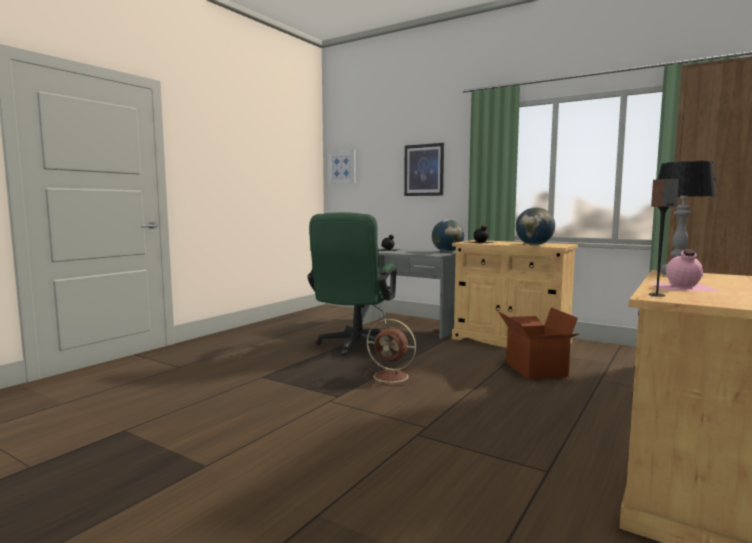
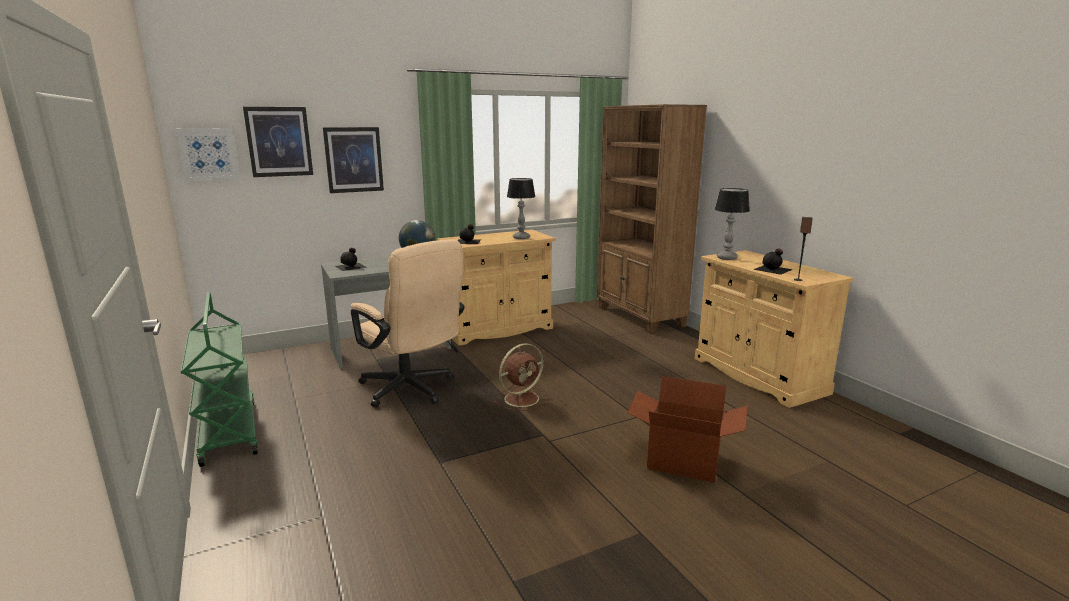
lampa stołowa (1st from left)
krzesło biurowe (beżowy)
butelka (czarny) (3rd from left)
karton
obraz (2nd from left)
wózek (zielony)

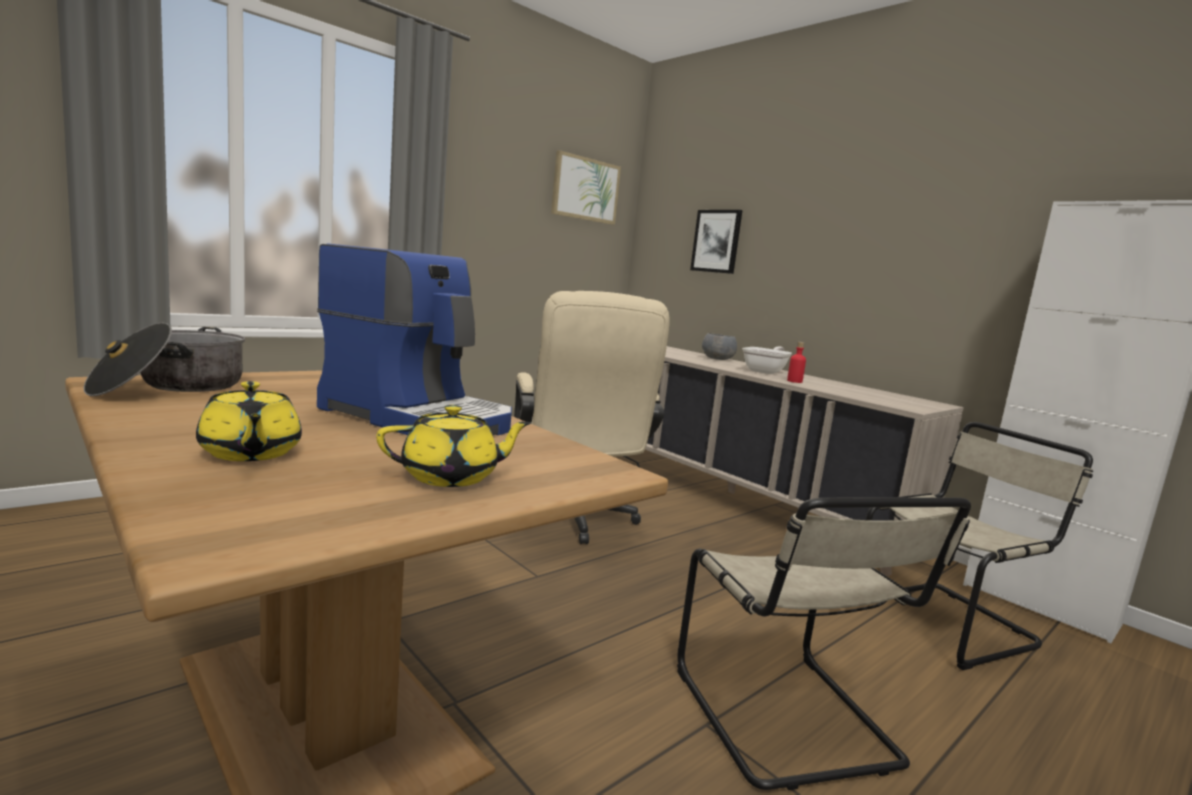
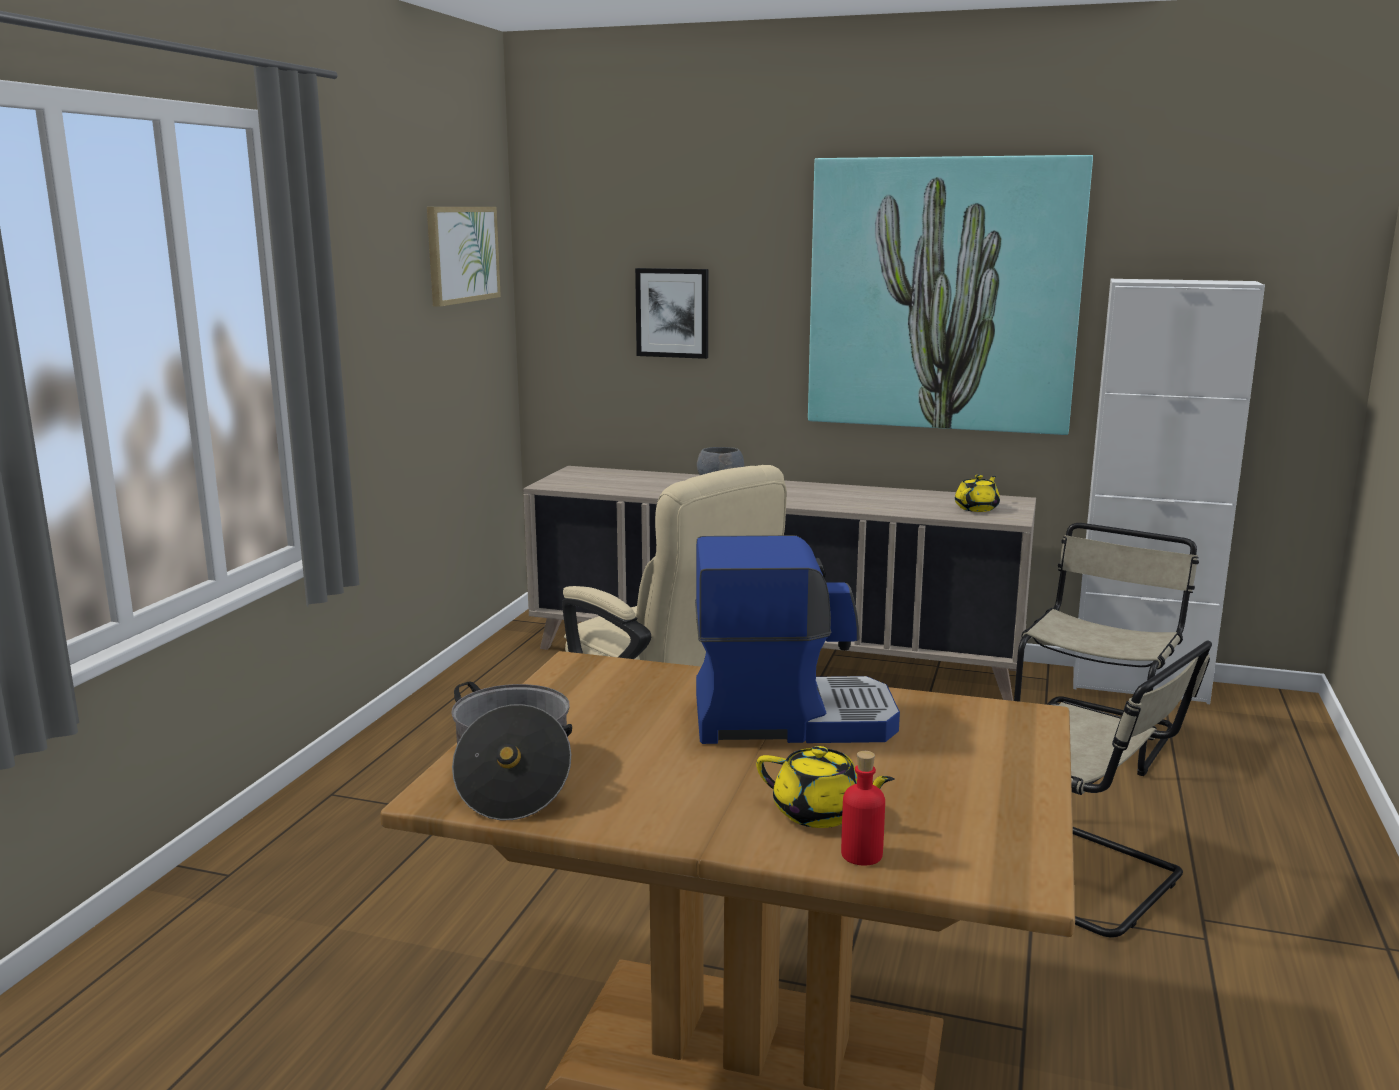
butelka (czerwony)
patelnia
imbryk (żółty) (2nd from left)
obraz (3rd from left)

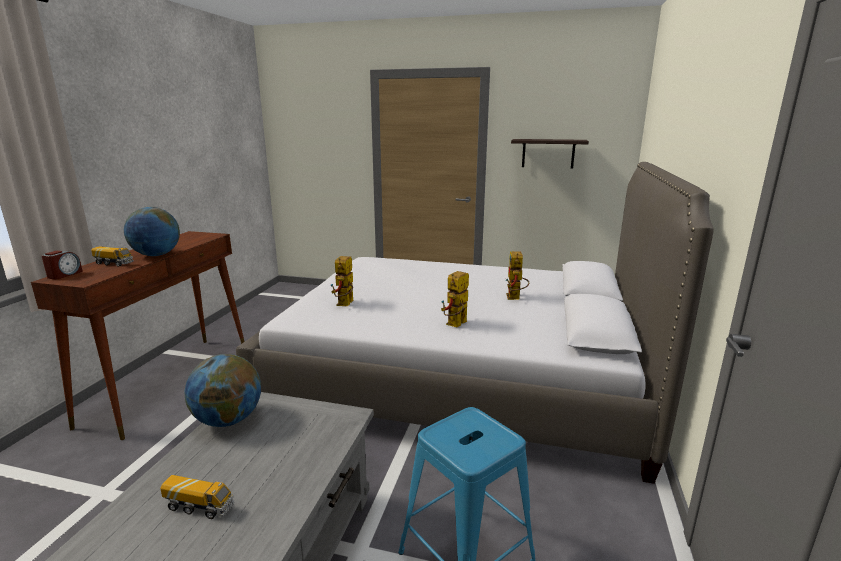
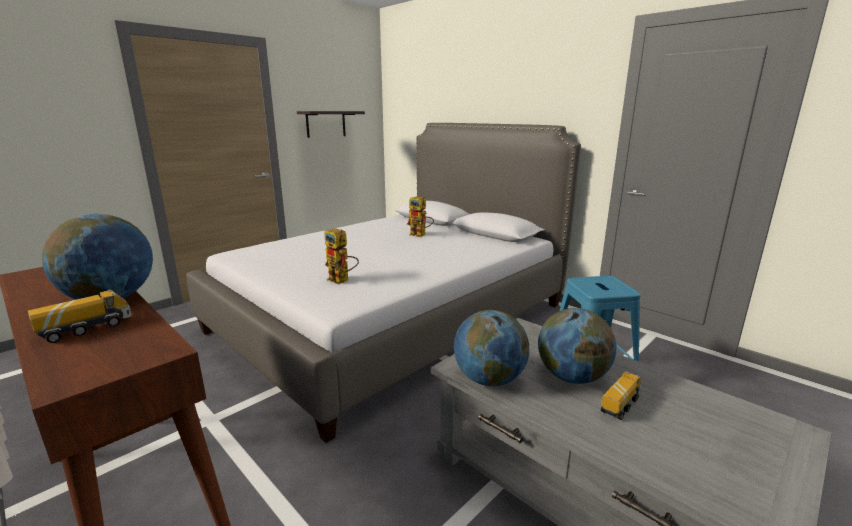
budzik
robot zabawkowy (2nd from left in the first image)
globus (3rd from left)

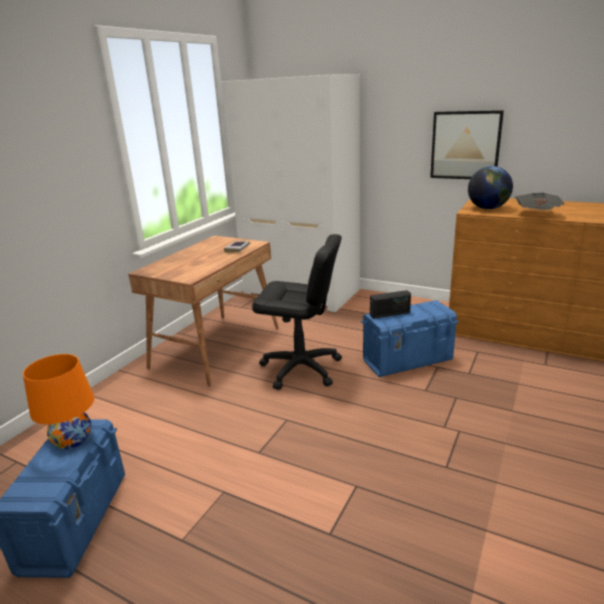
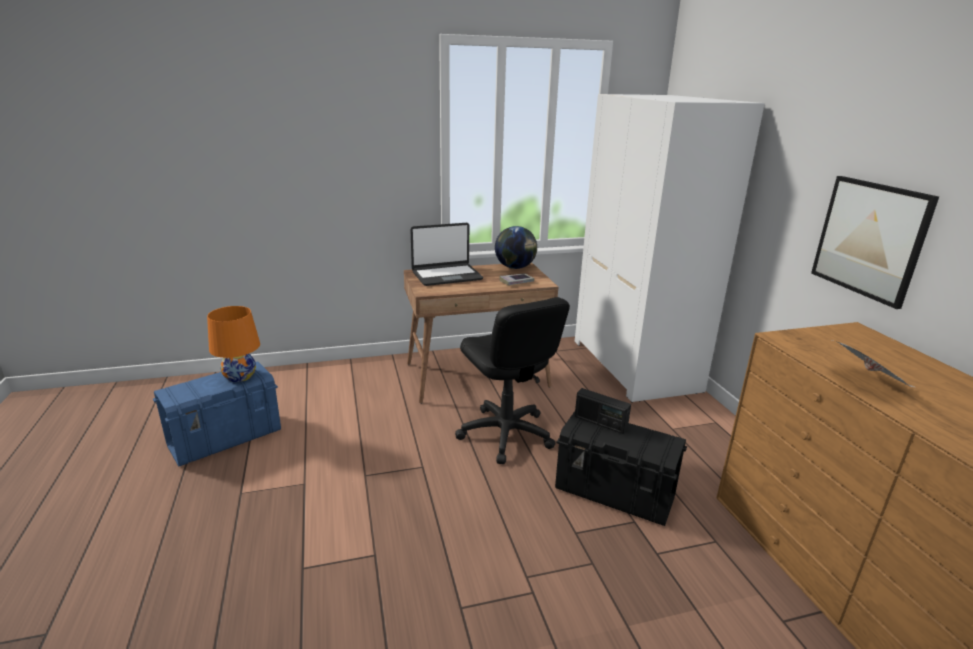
globus
pojemnik do przechowywania (czarny)
laptop

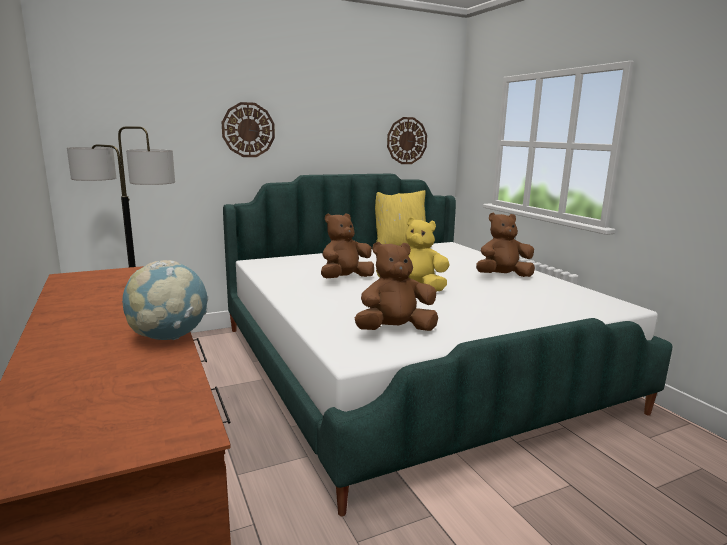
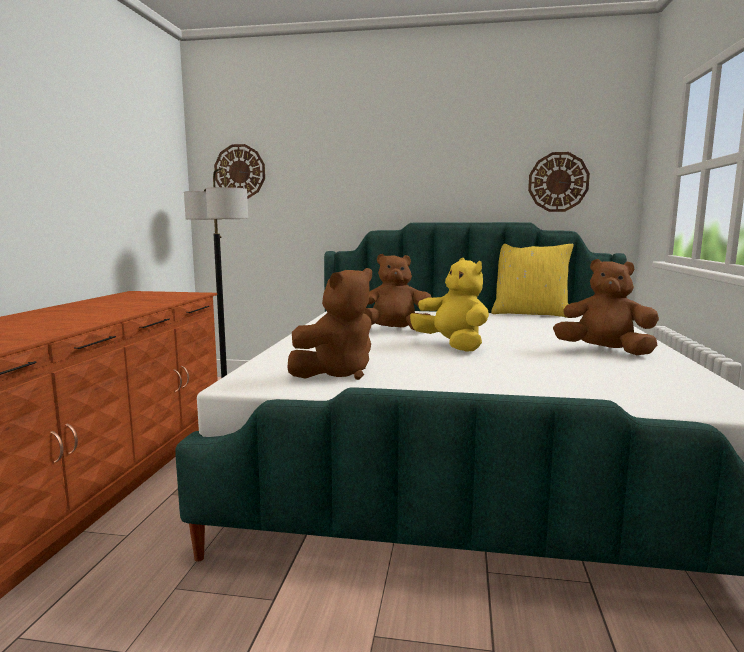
zegar ścienny (1st from left)
pluszak (brązowy) (1st from left)
globus

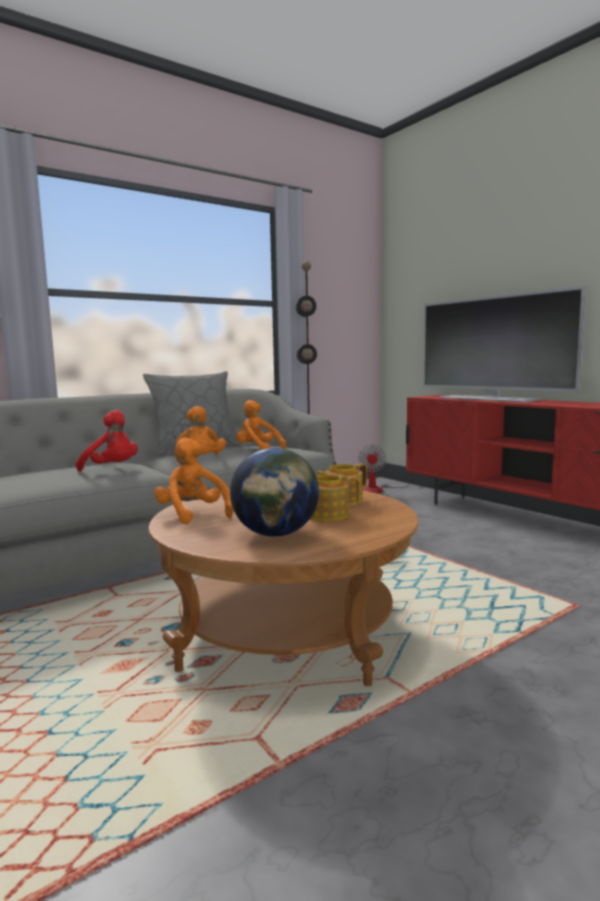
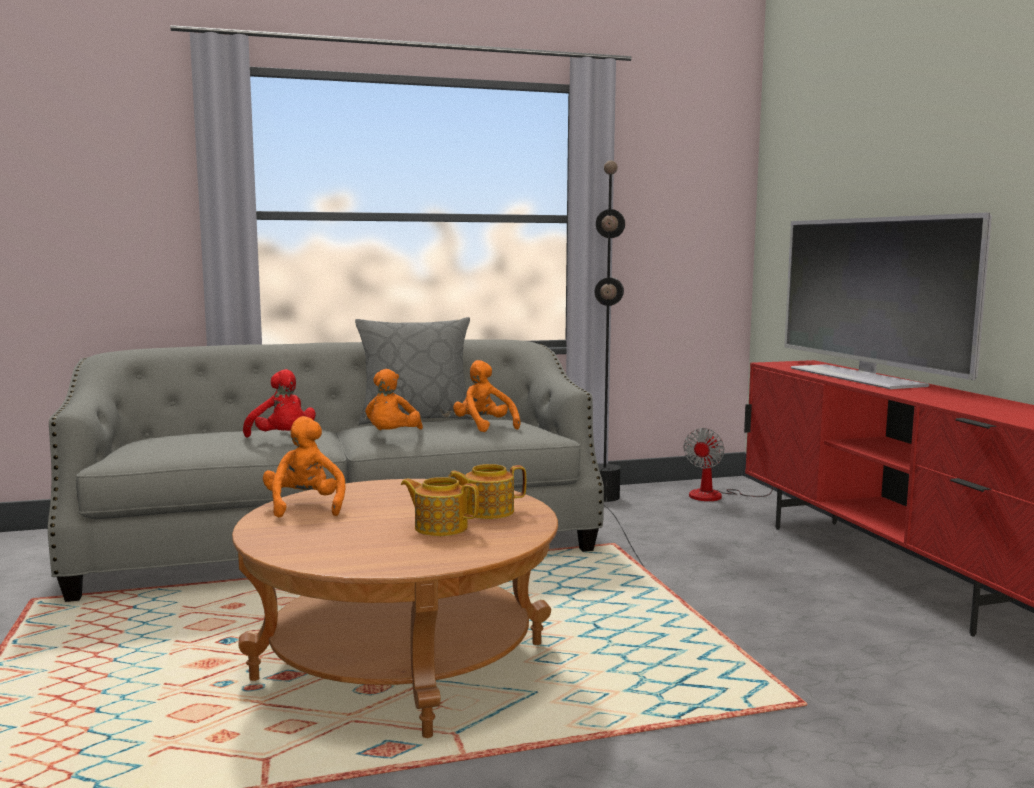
globus

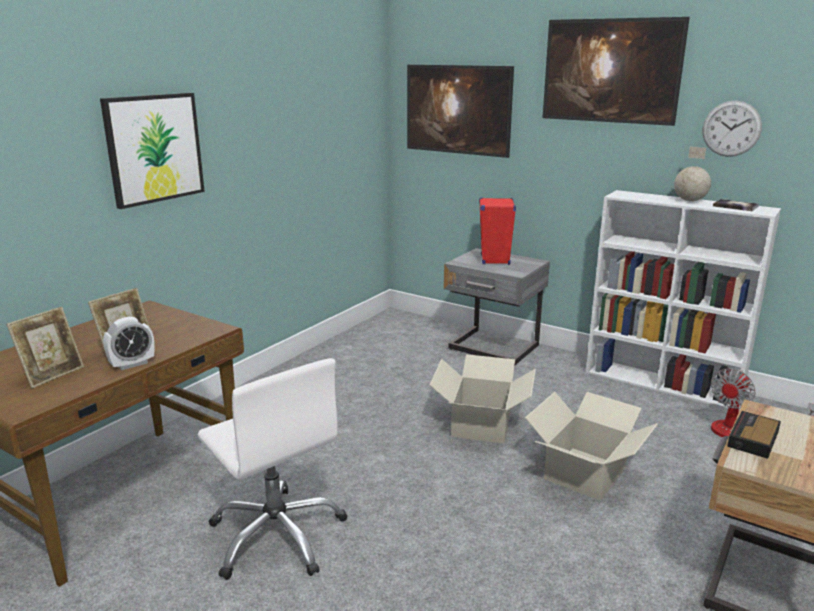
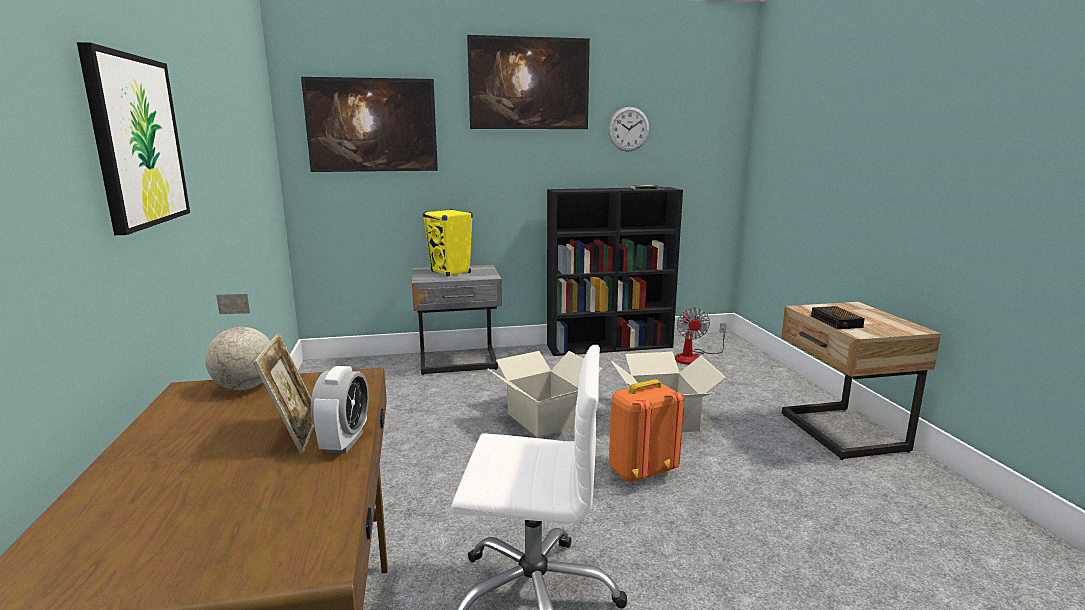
globus
regał (czarny)
głośnik (żółty)
ramka na zdjęcie (1st from left in the first image)
plecak (pomarańczowy)

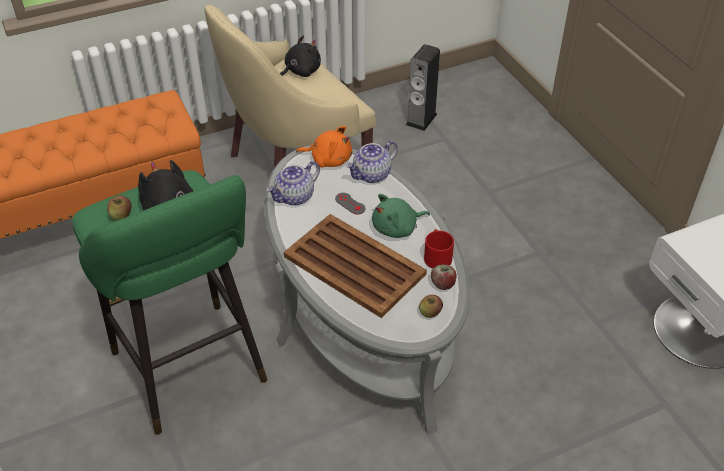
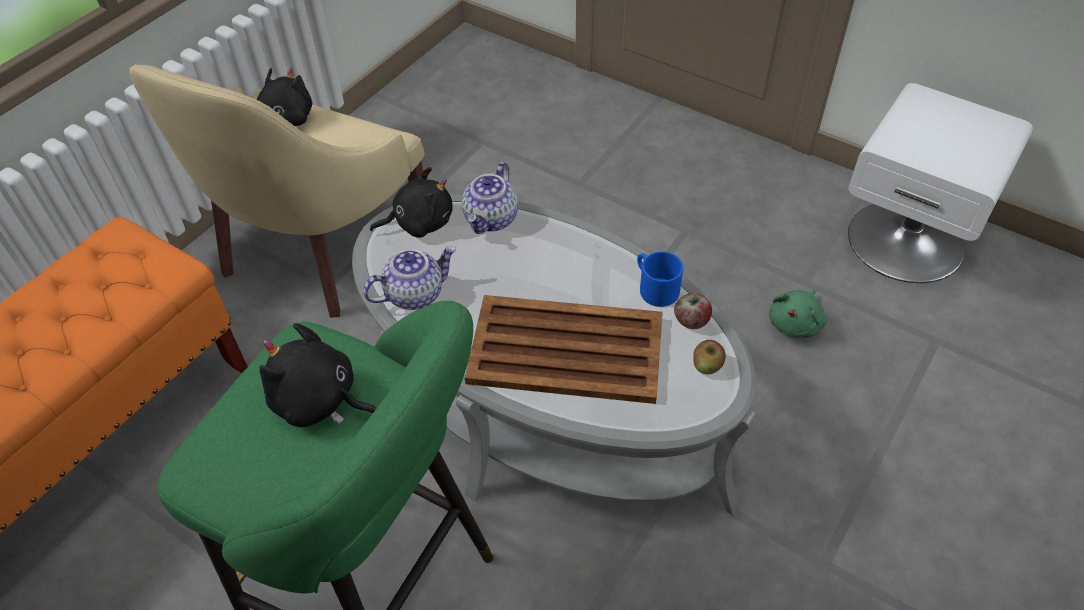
głośnik
pluszak (czarny) (3rd from left)
imbryk (1st from left)
pad do gier (szary)
pluszak (zielony)
jabłko (1st from left in the first image)
kubek (niebieski)

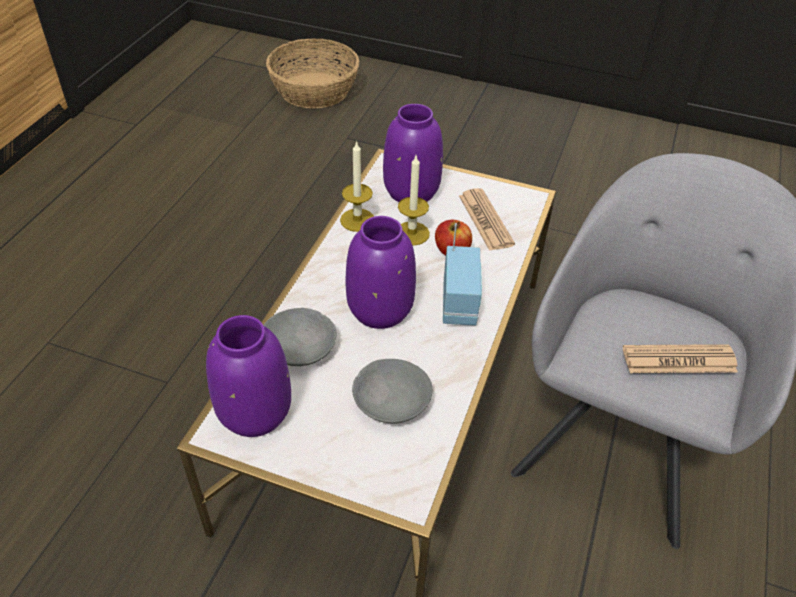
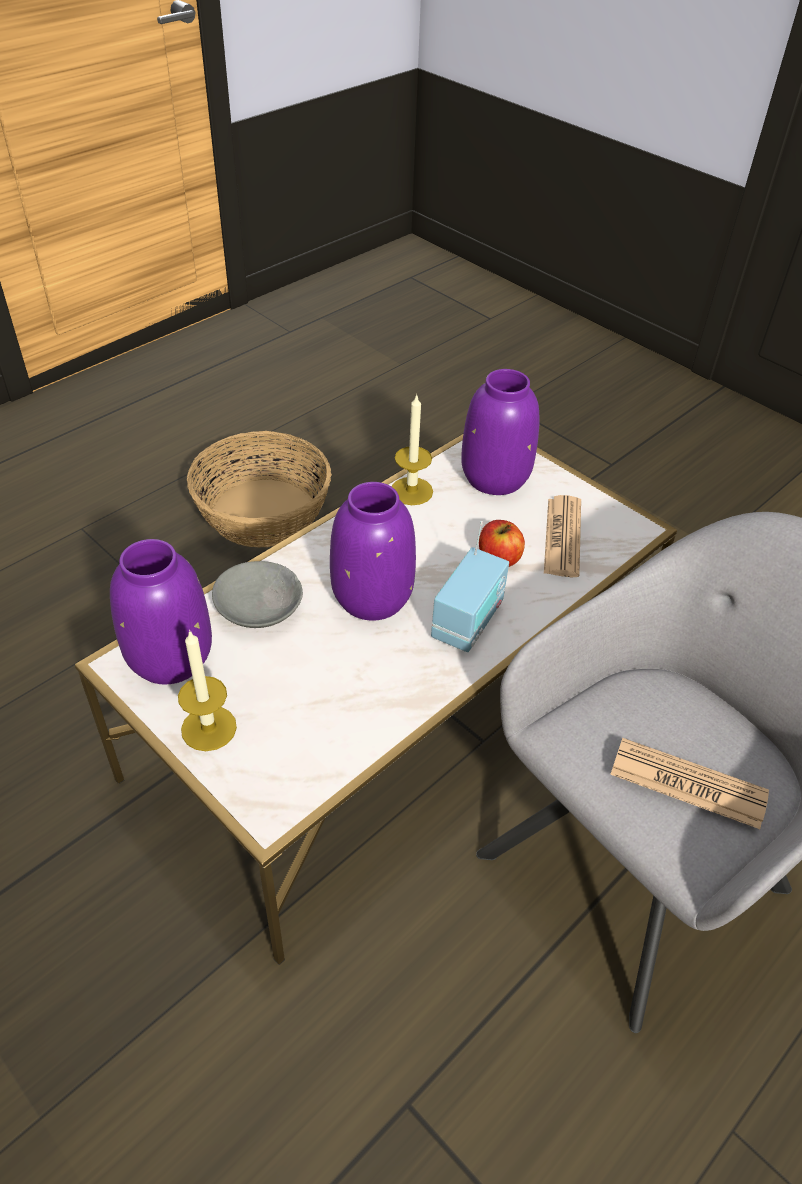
koszyk
świeca (1st from left)
miska (szary) (2nd from left in the first image)

